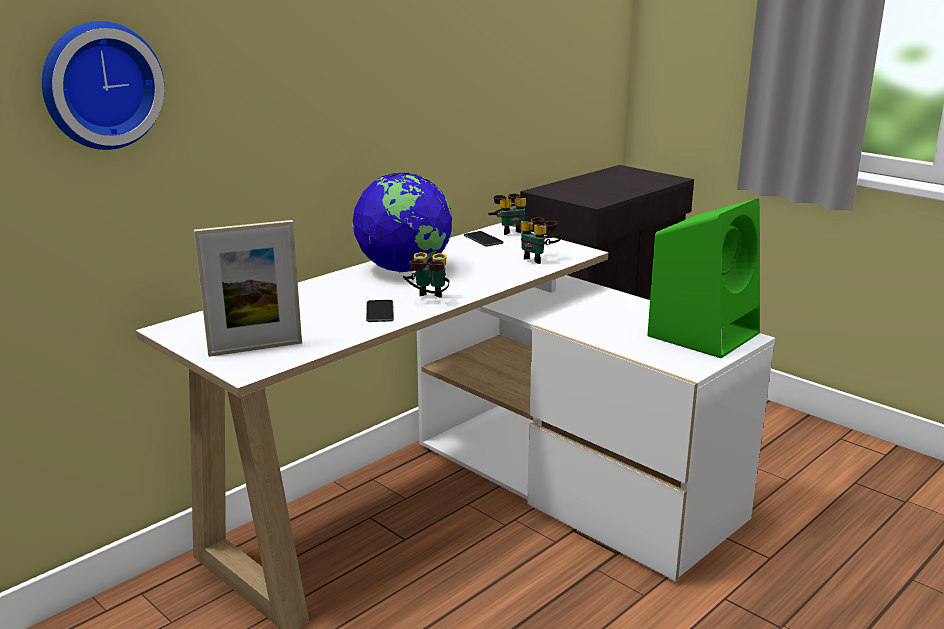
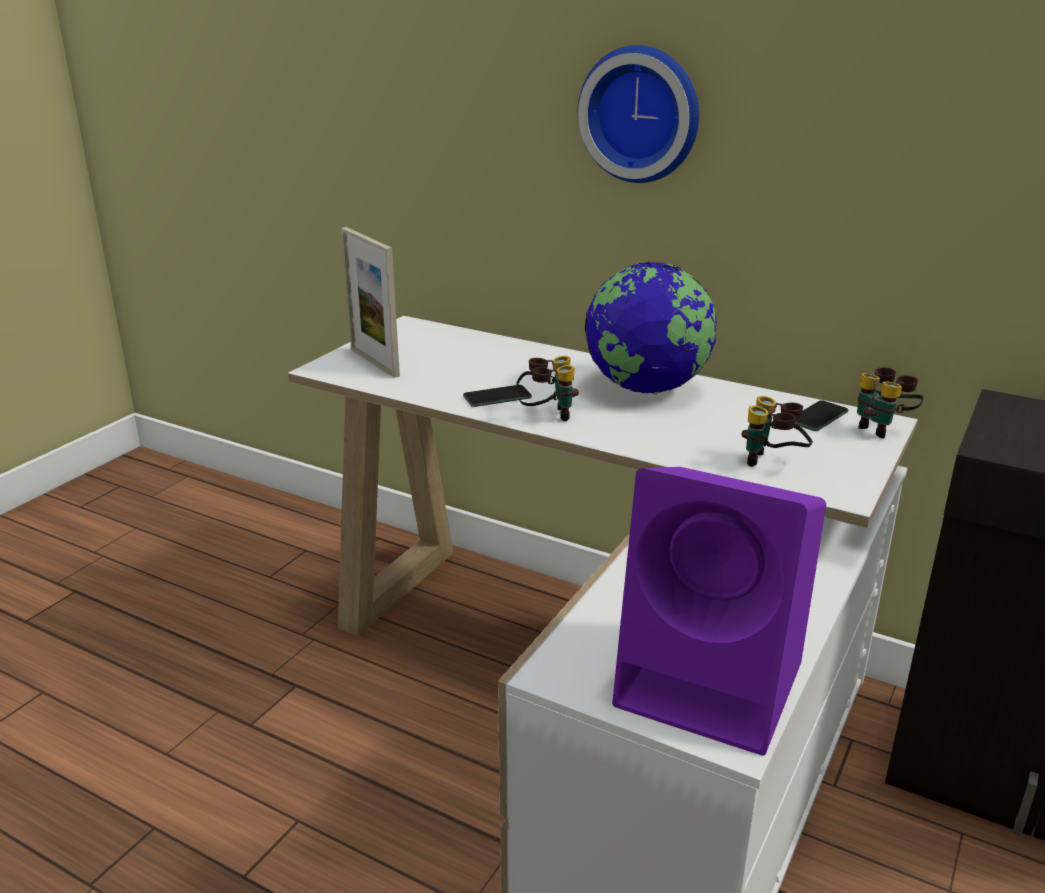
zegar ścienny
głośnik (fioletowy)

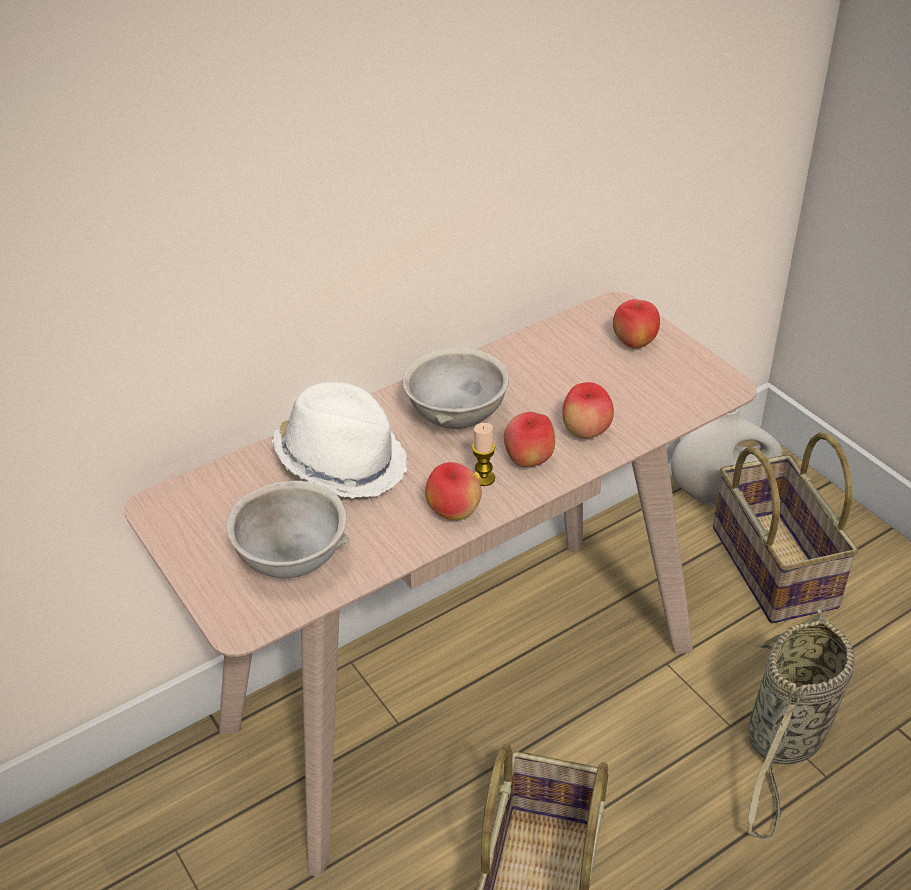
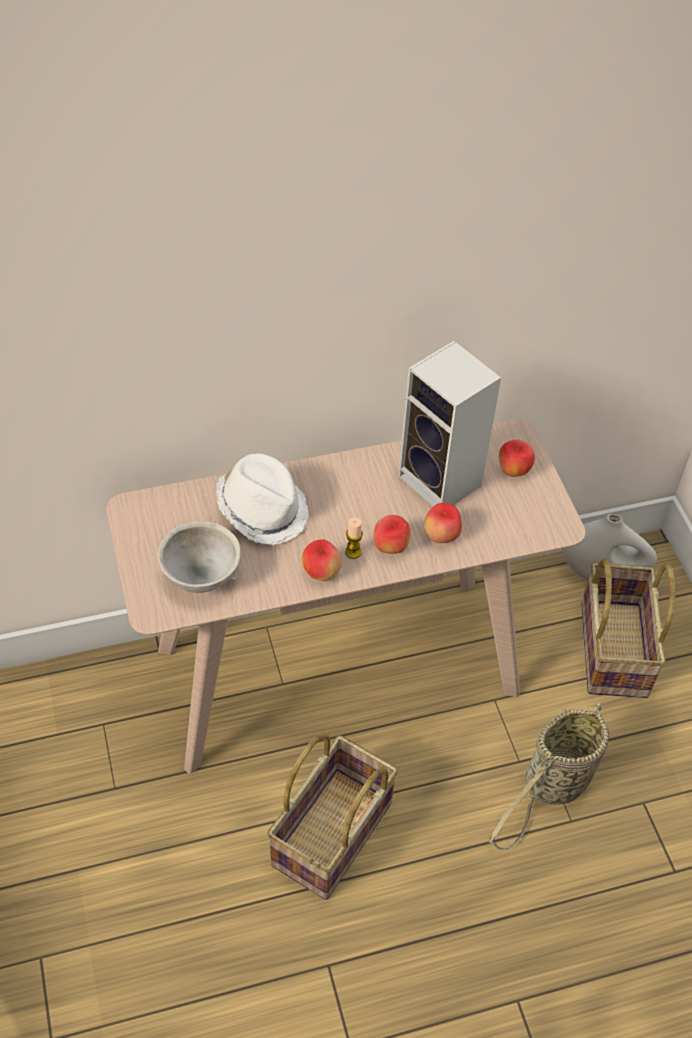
miska (szary) (2nd from left in the first image)
głośnik

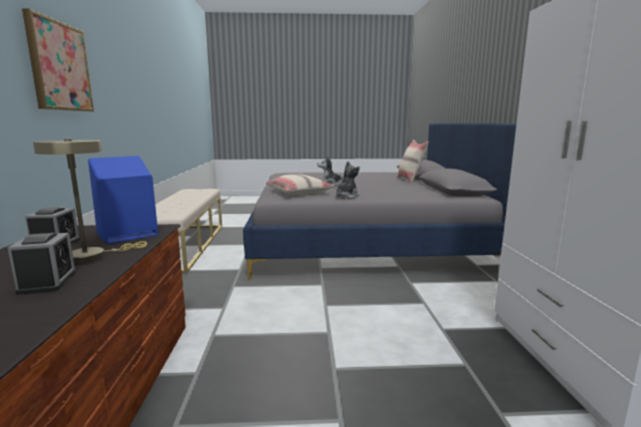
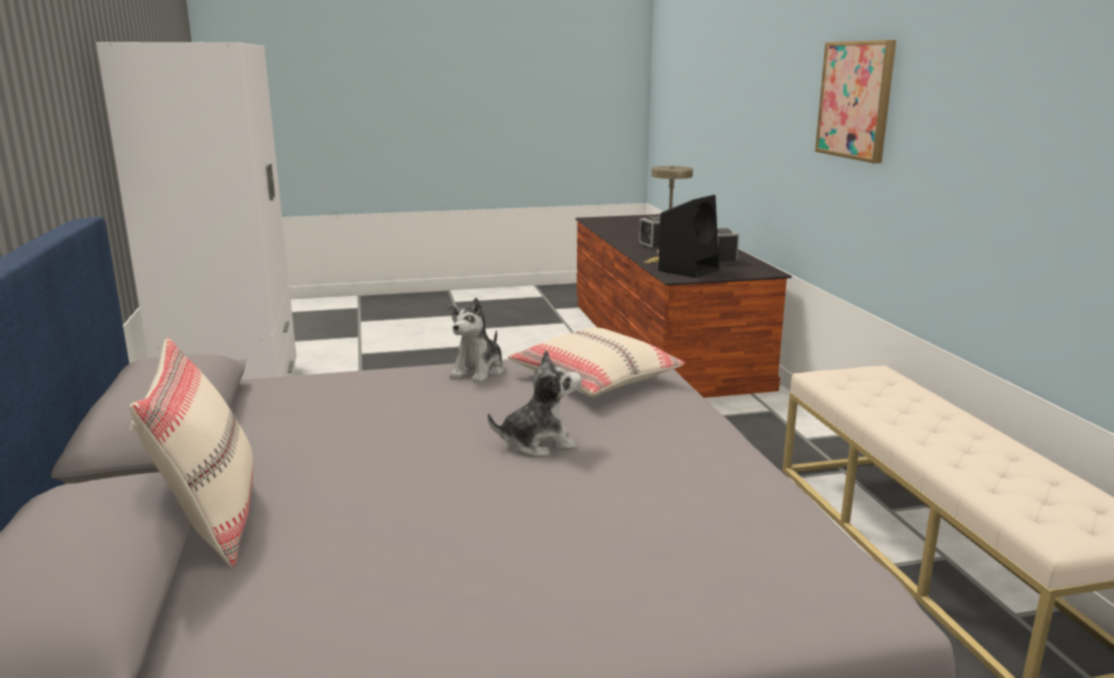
głośnik (czarny)

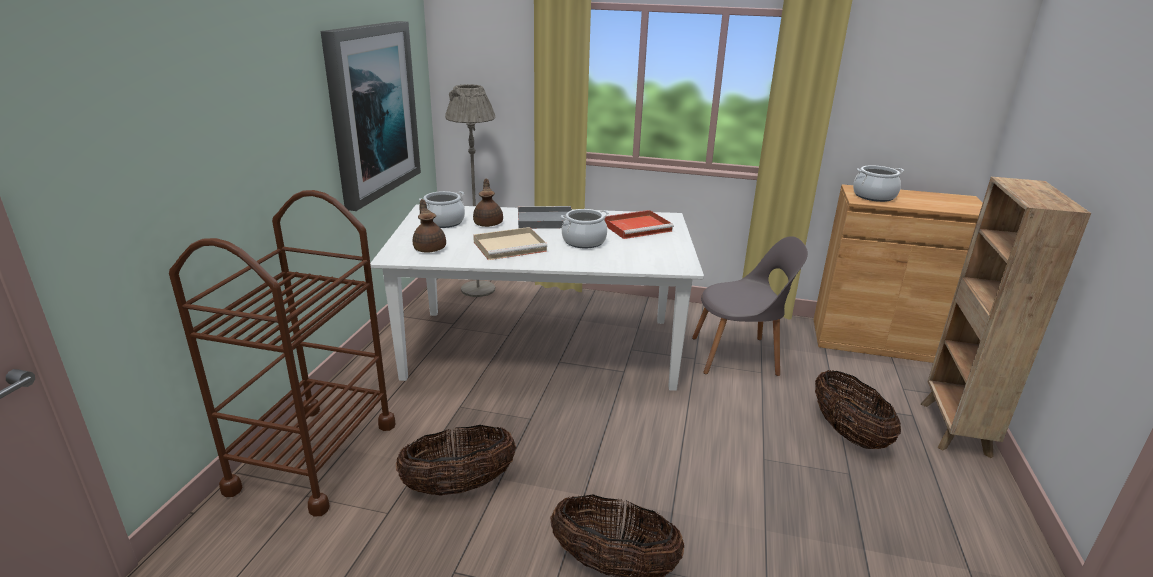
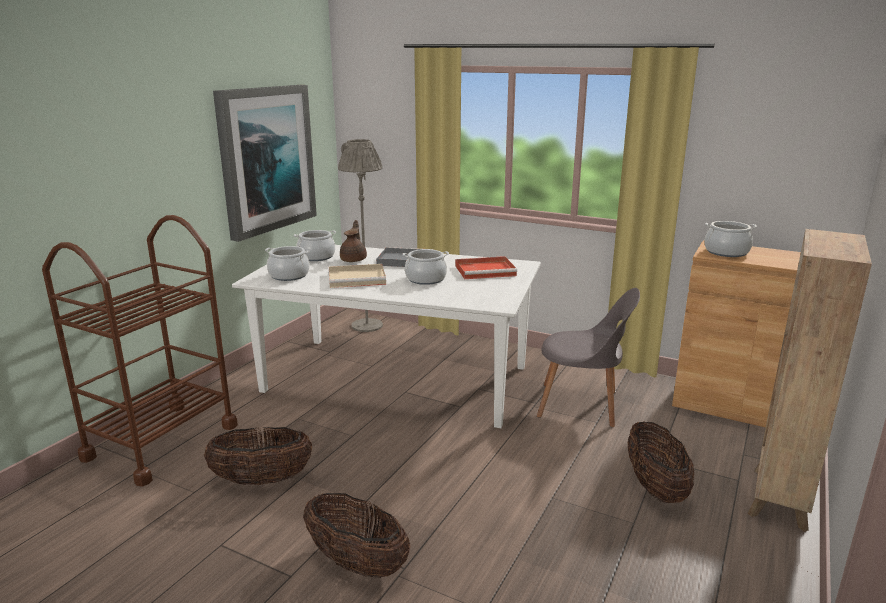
garnek (1st from left)

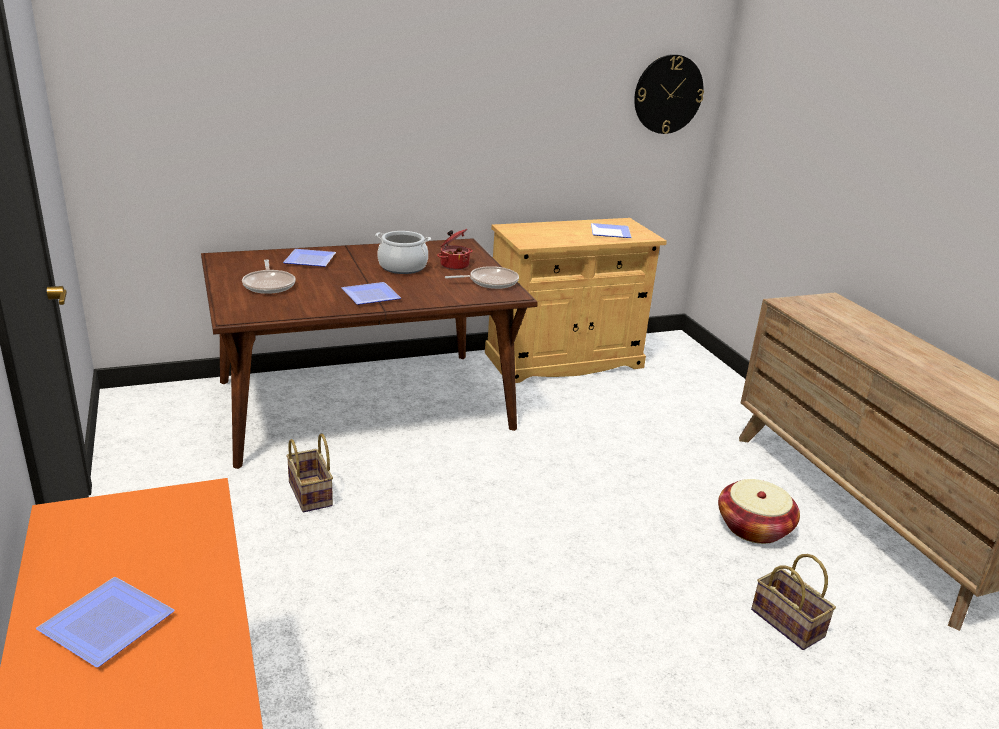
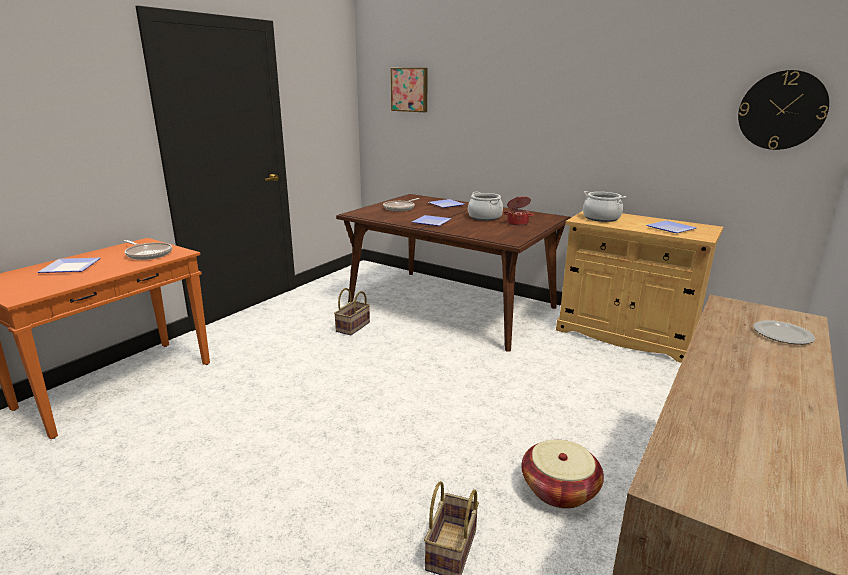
patelnia (1st from left)
obraz
garnek (3rd from left)
talerz (5th from left)

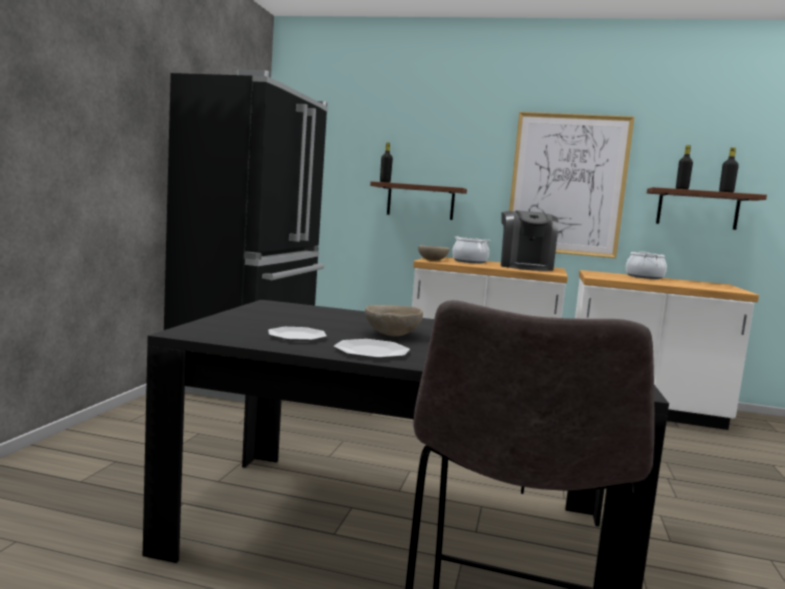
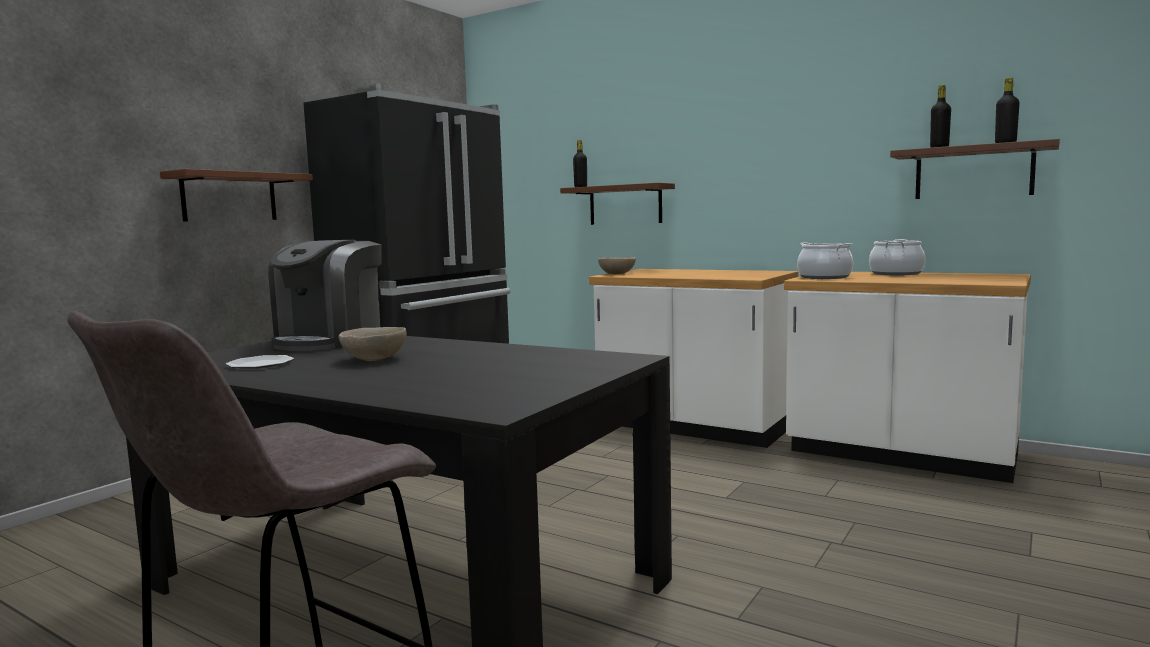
obraz
ekspres do kawy
garnek (1st from left)
talerz (2nd from left in the first image)
półka (brązowy) (1st from left)

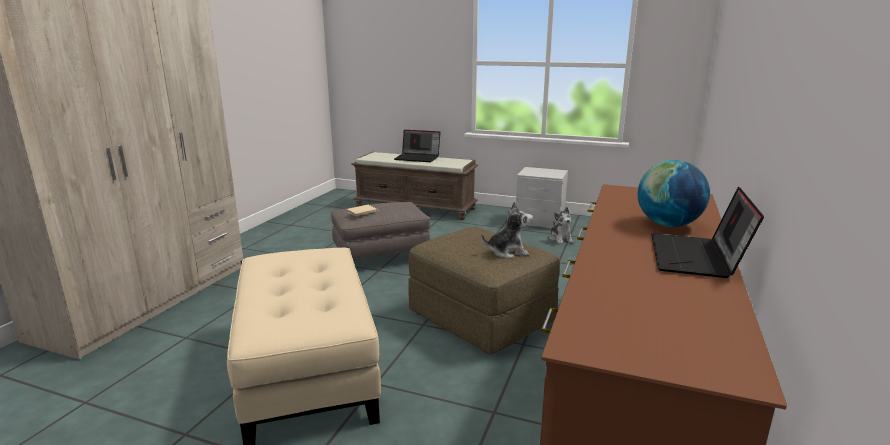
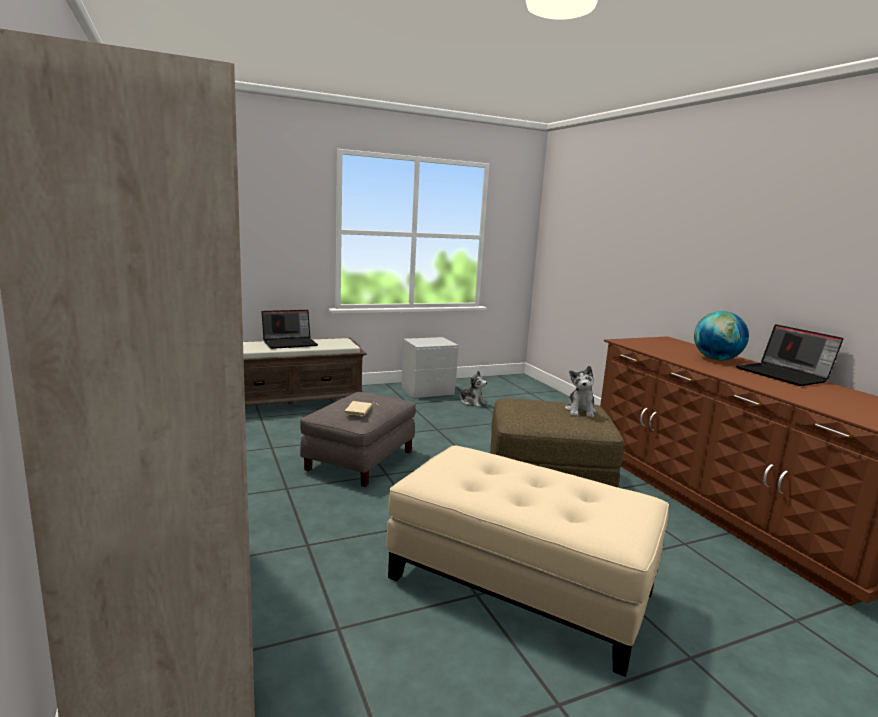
pluszak (2nd from left)

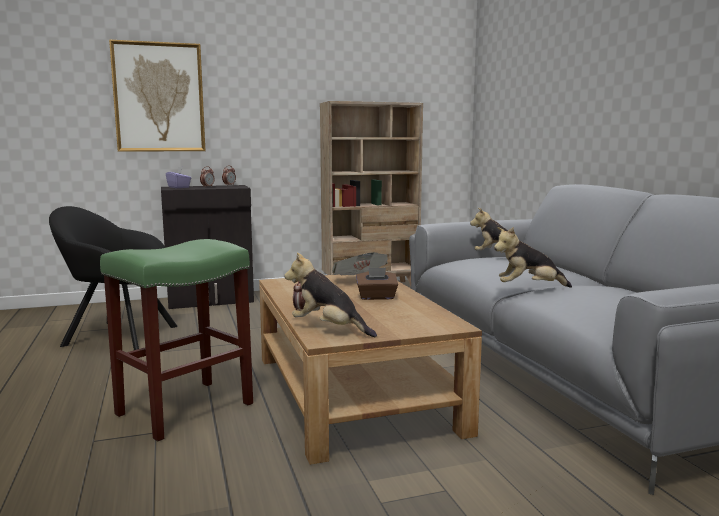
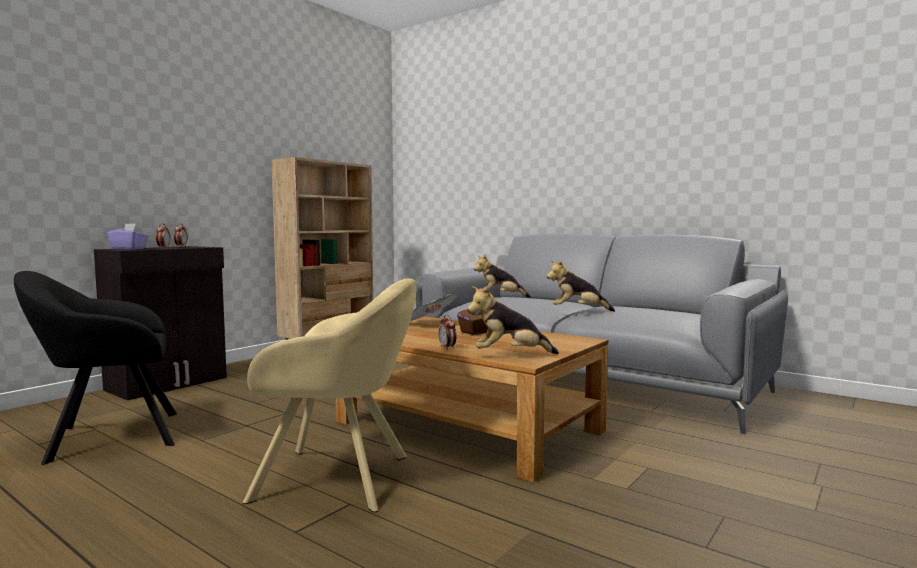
obraz
pluszak (3rd from left)
fotel (beżowy)

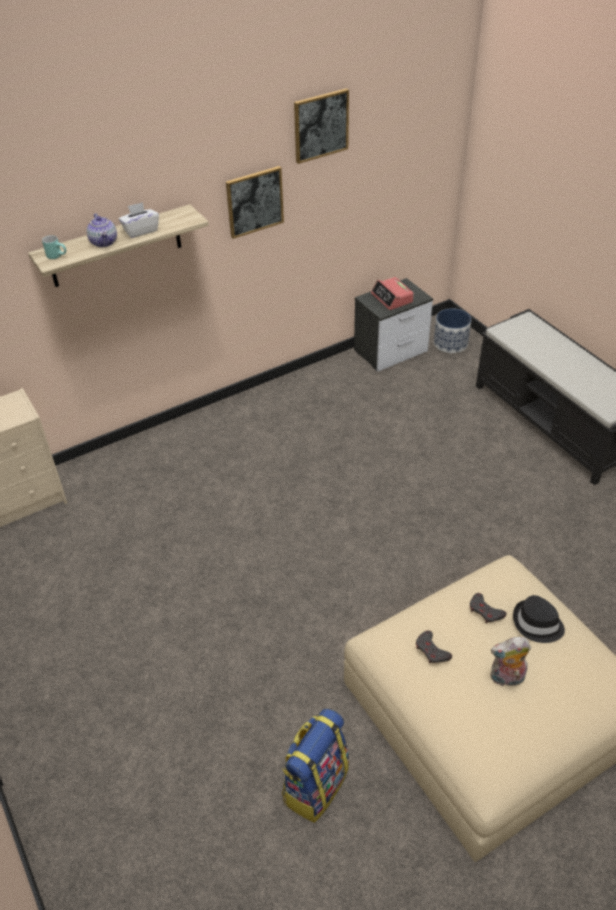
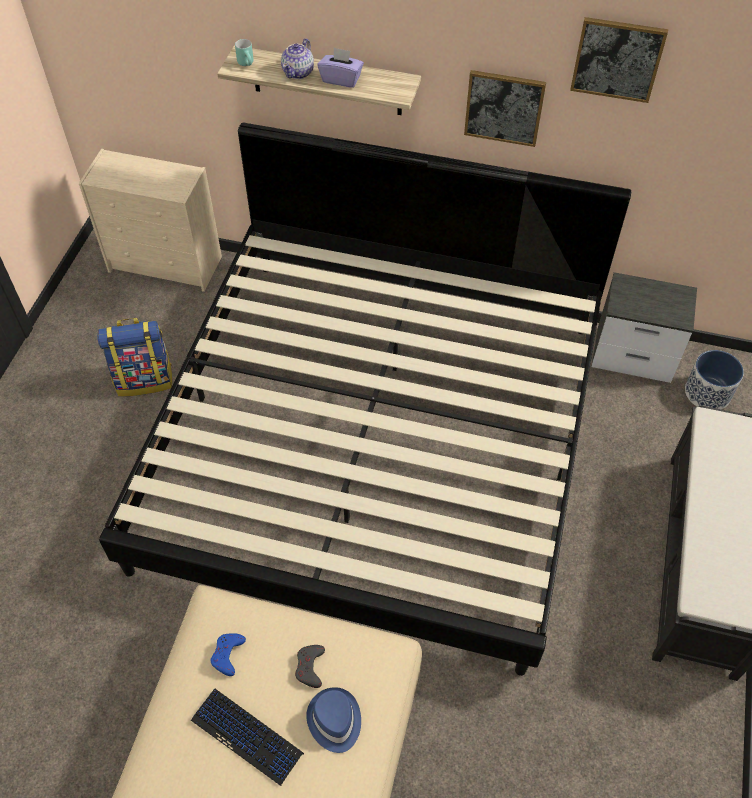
pudełko chusteczek (fioletowy)
budzik
kapelusz (niebieski)
pad do gier (niebieski)
klawiatura
plecak
łóżko

